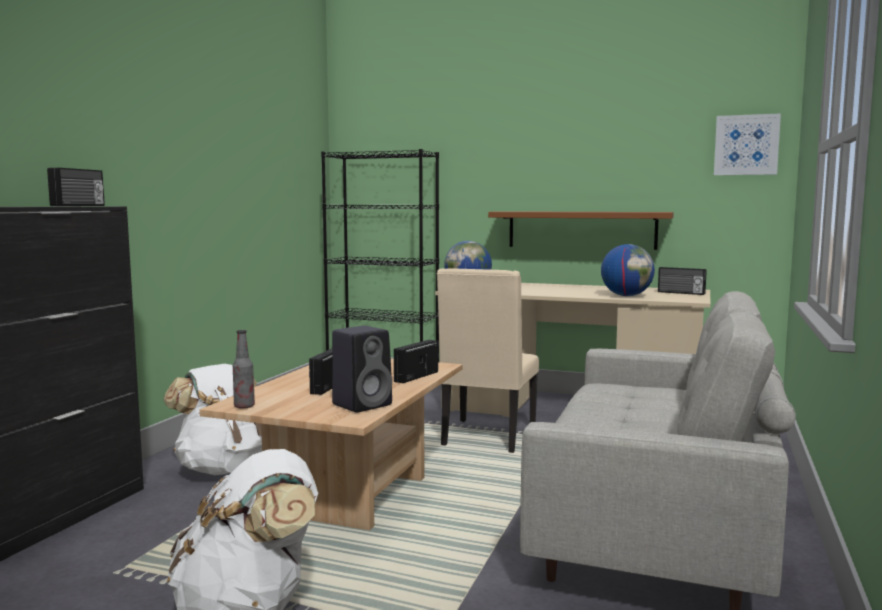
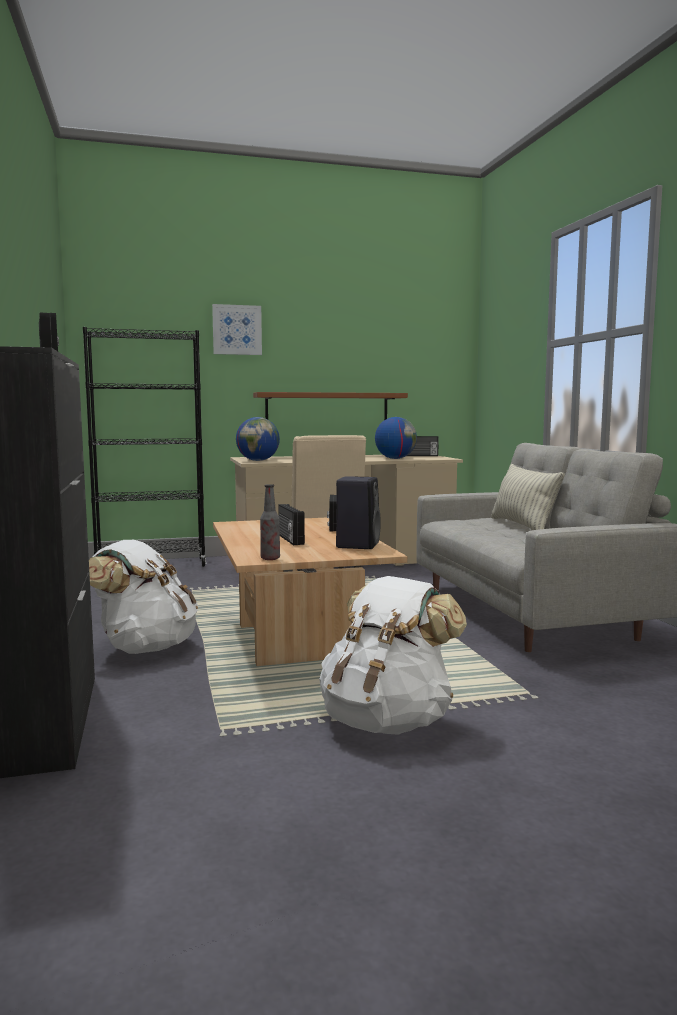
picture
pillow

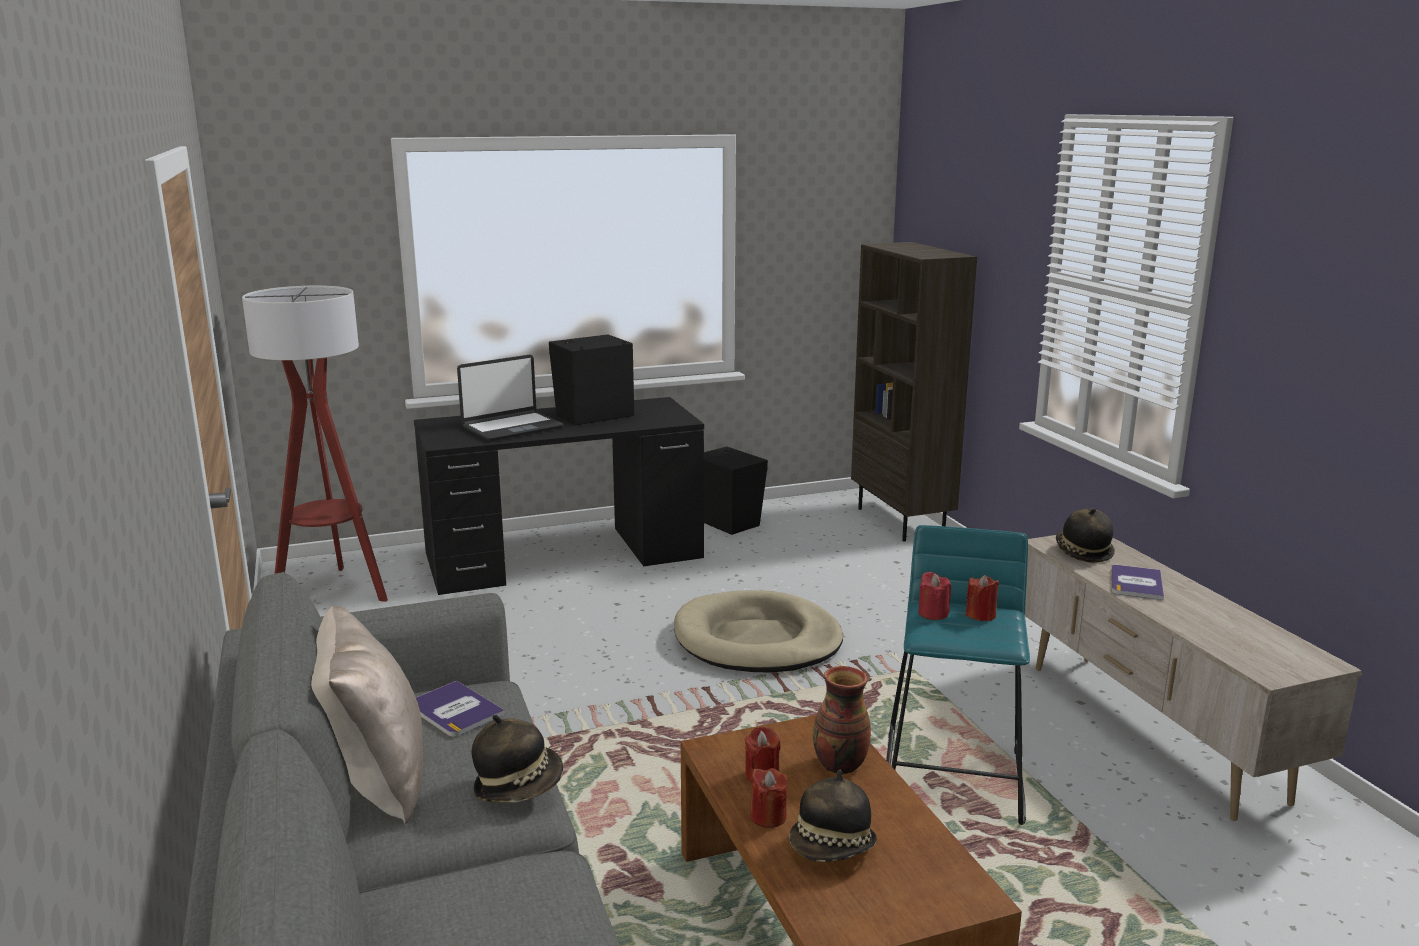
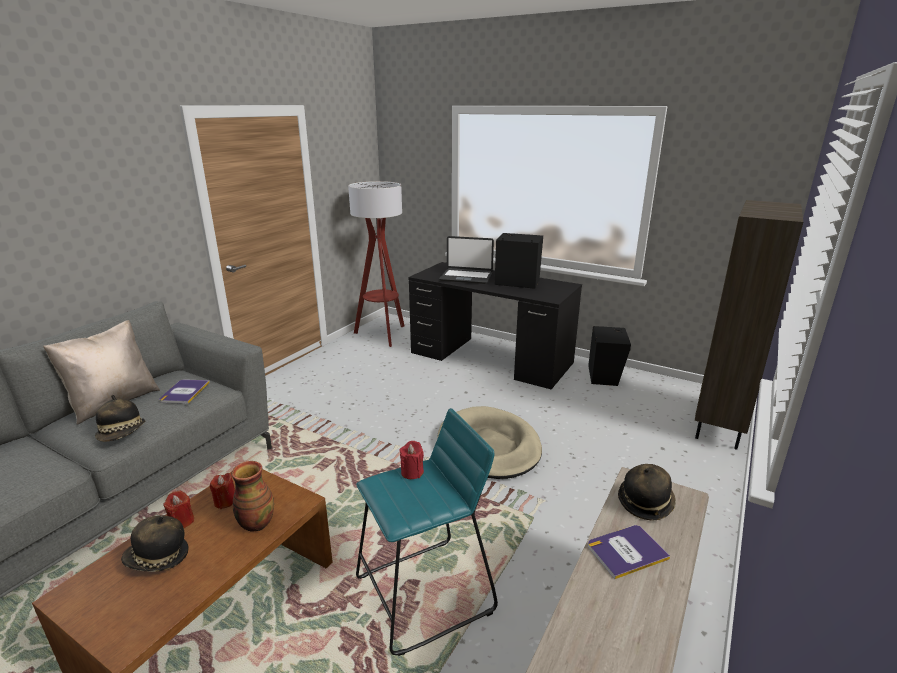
candle/red (4th from left in the first image)

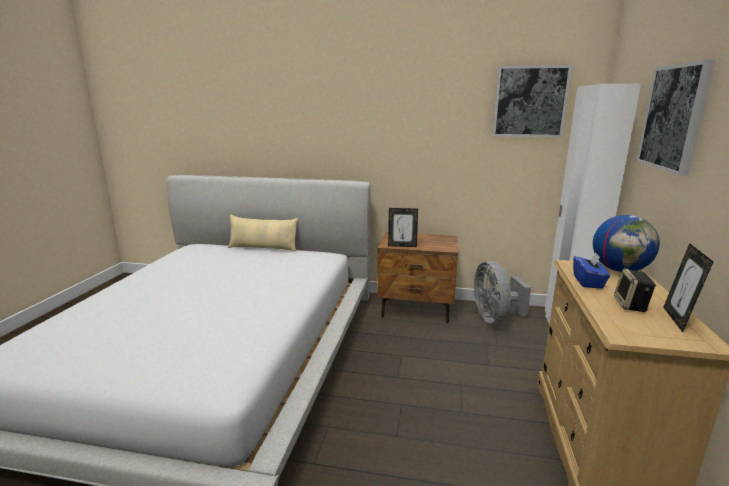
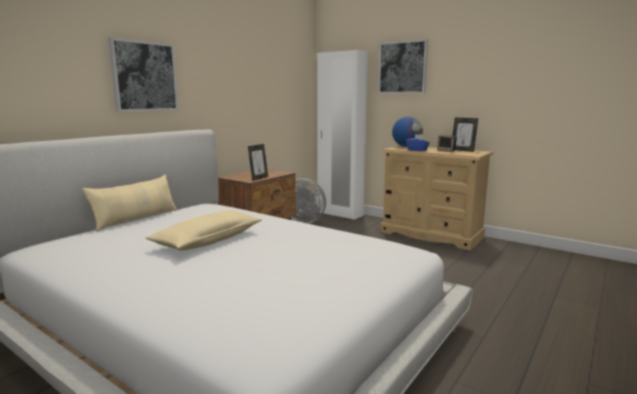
picture (1st from left)
pillow/beige (2nd from left)

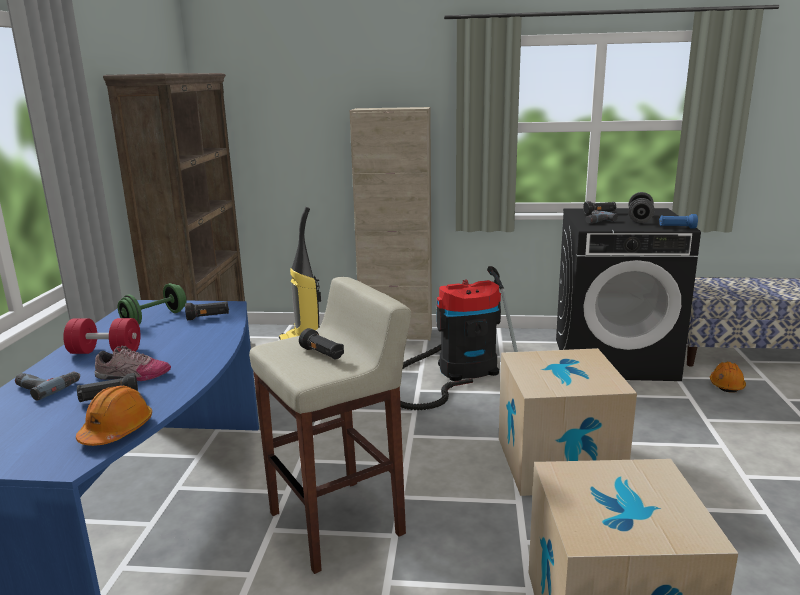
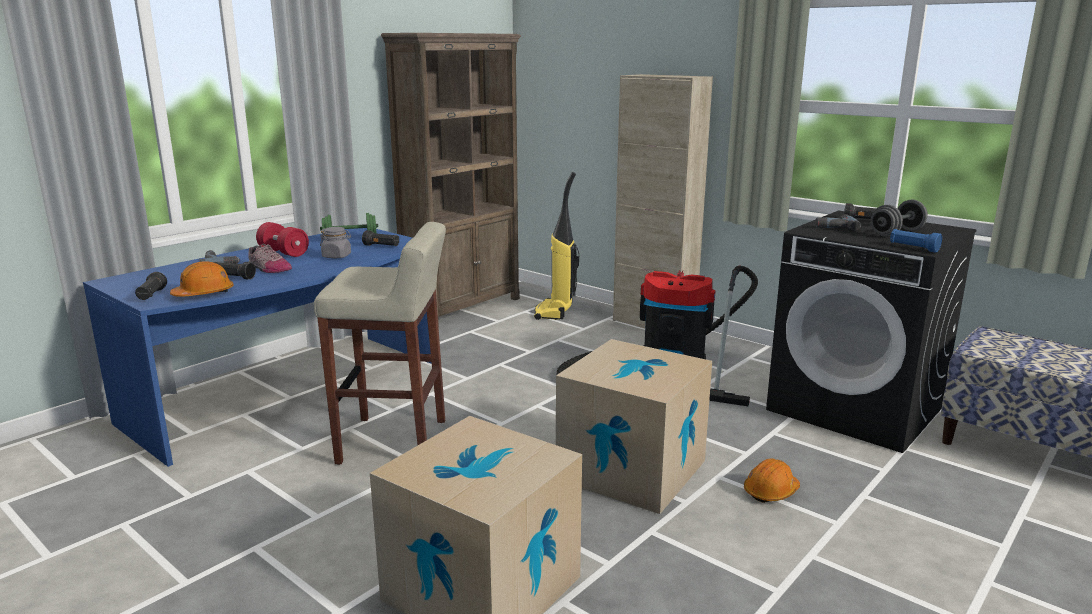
flashlight/black (1st from left)
hard hat/orange (2nd from left)
jar/grey

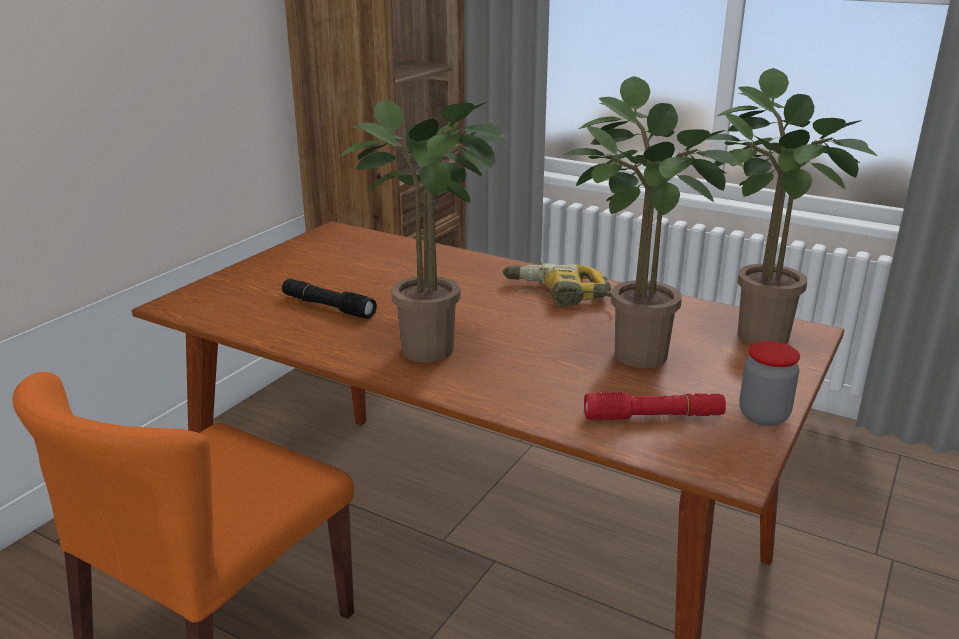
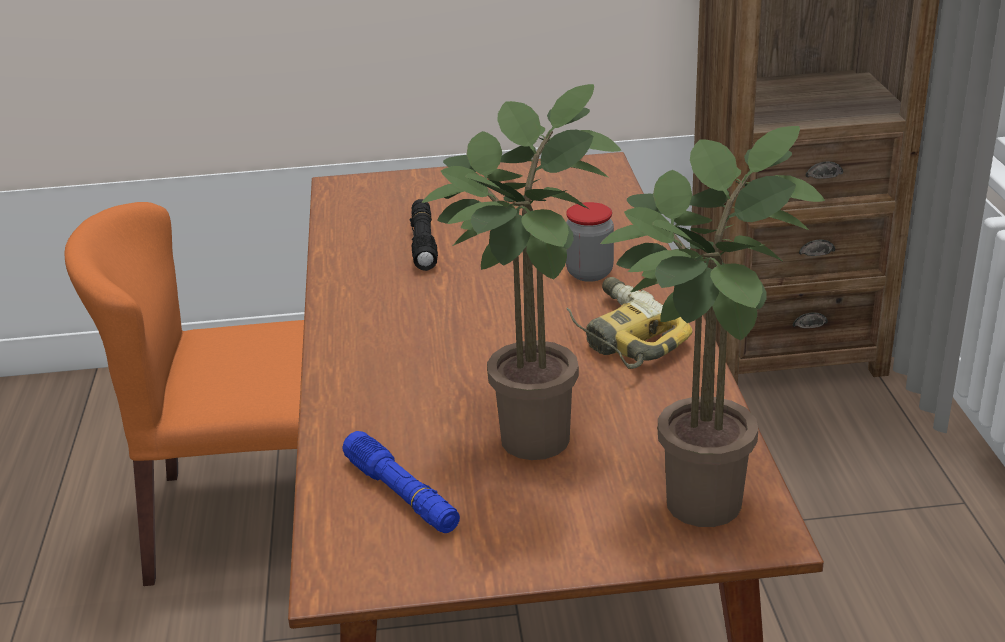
potted plant (1st from left in the first image)
jar
flashlight/blue

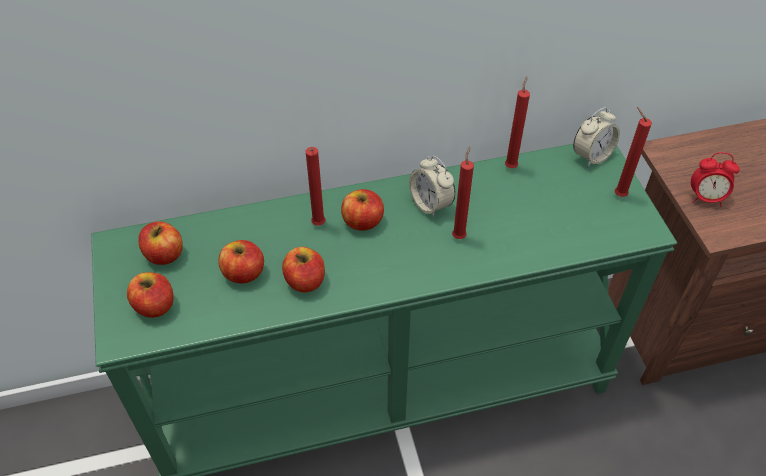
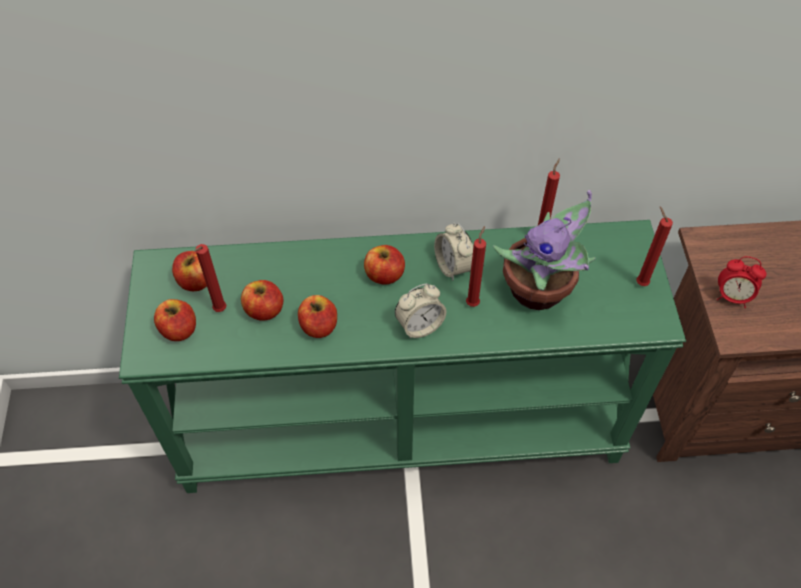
alarm clock (1st from left)
candle/red (1st from left)
potted plant

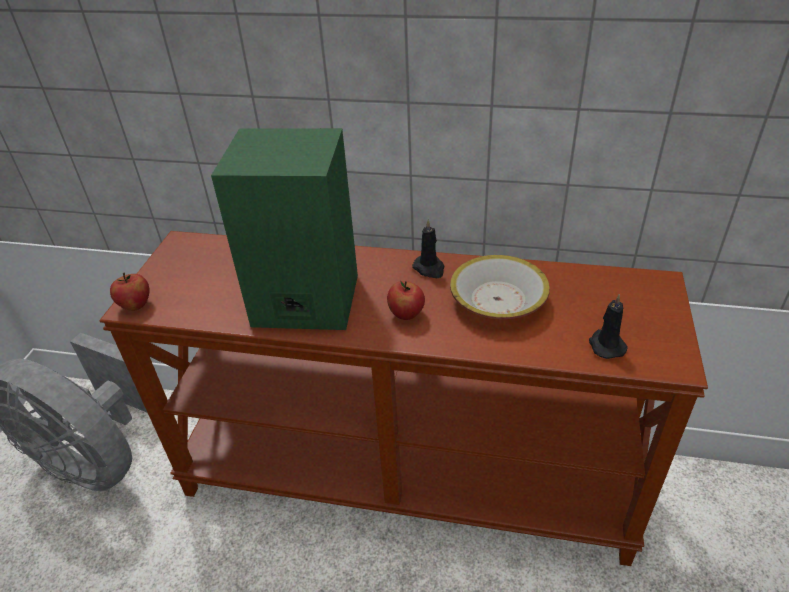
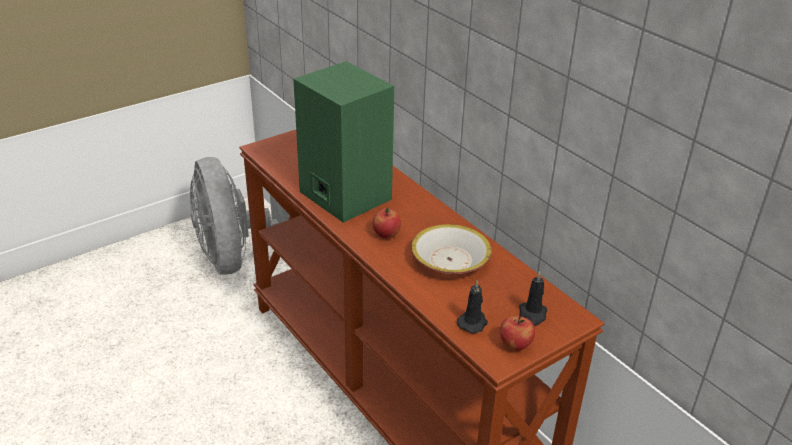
candle/black (2nd from left)
apple (2nd from left)

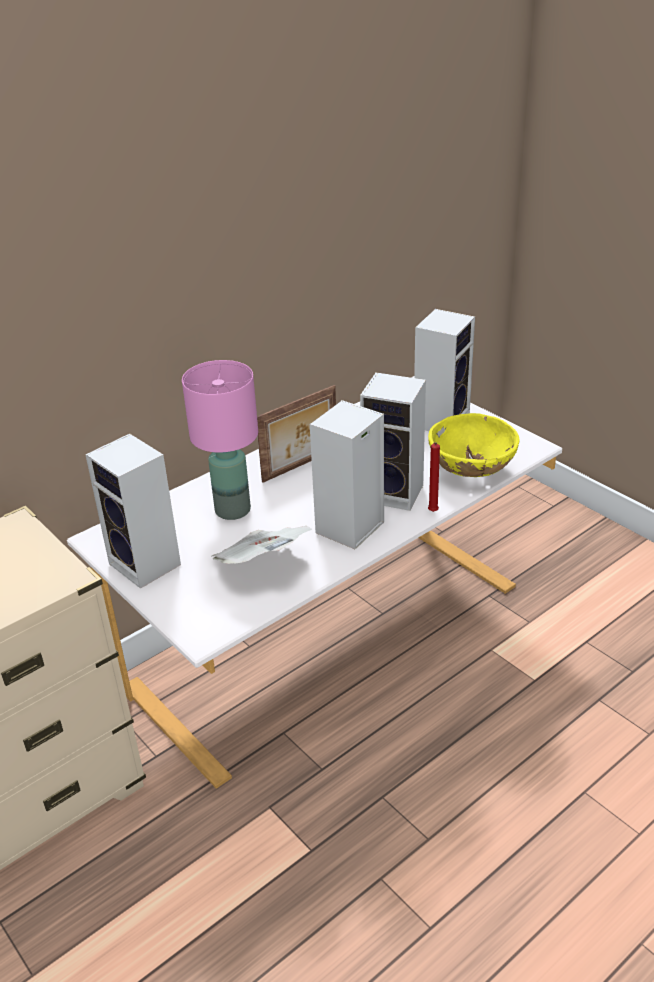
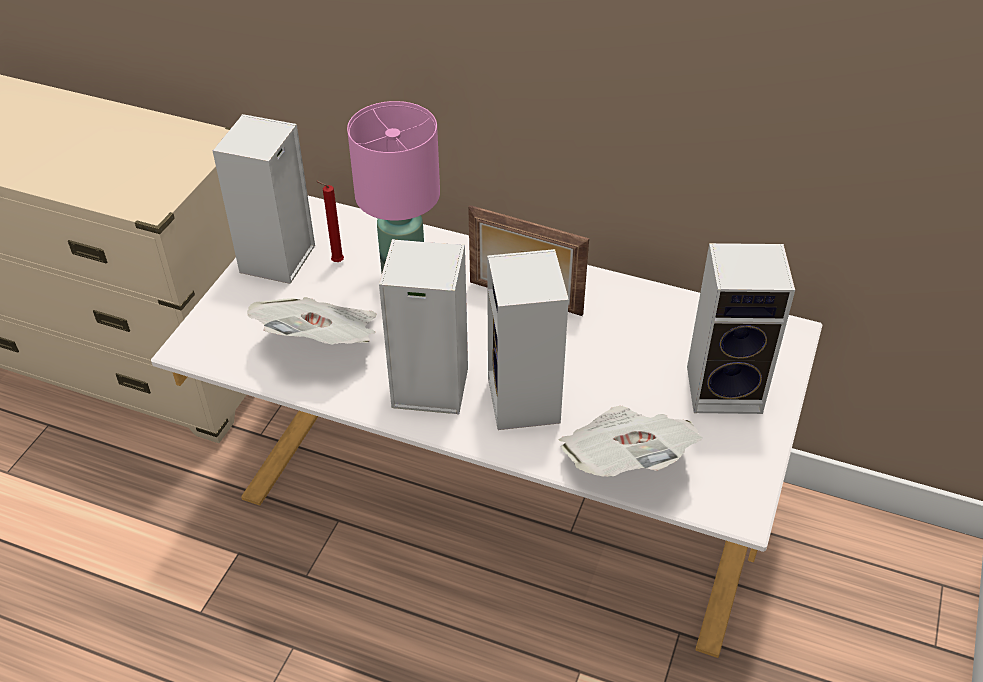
newspaper (2nd from left)
candle/red

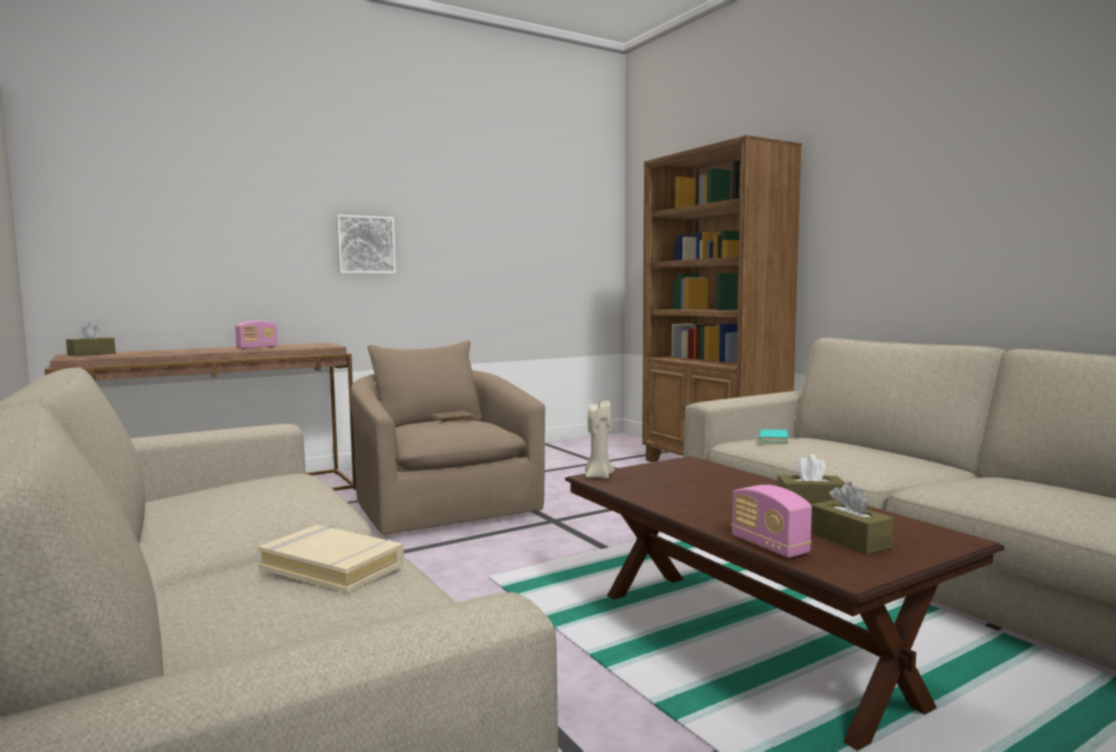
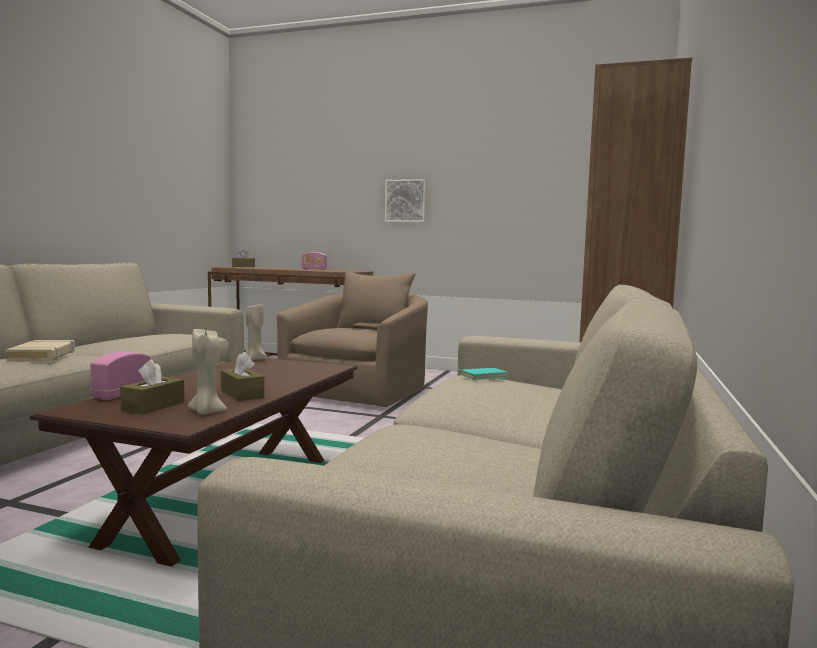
candle/beige (1st from left)

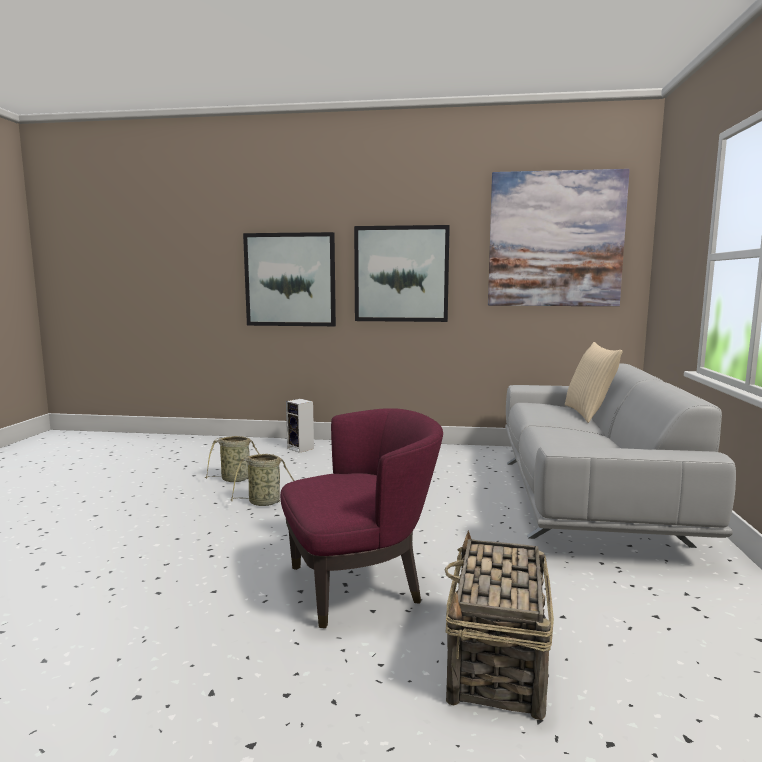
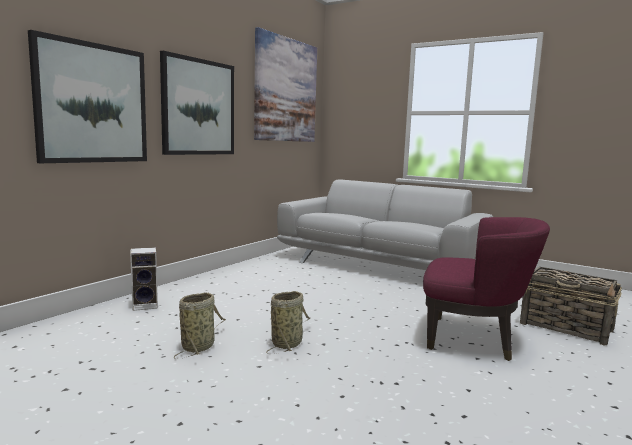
pillow/beige
armchair/purple

